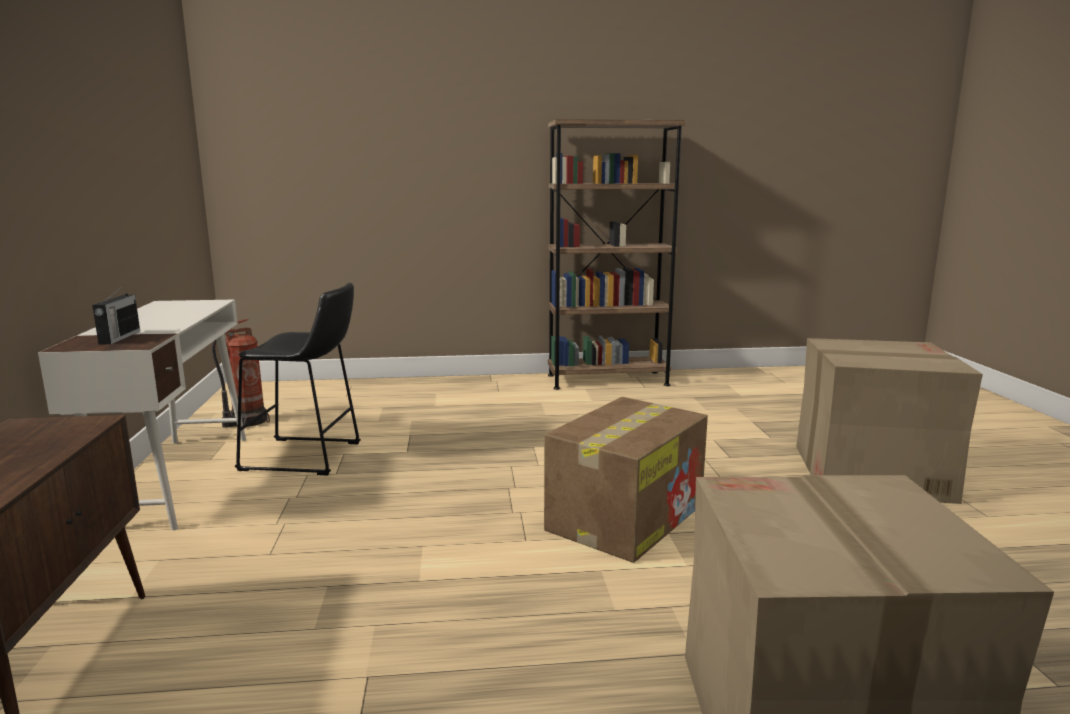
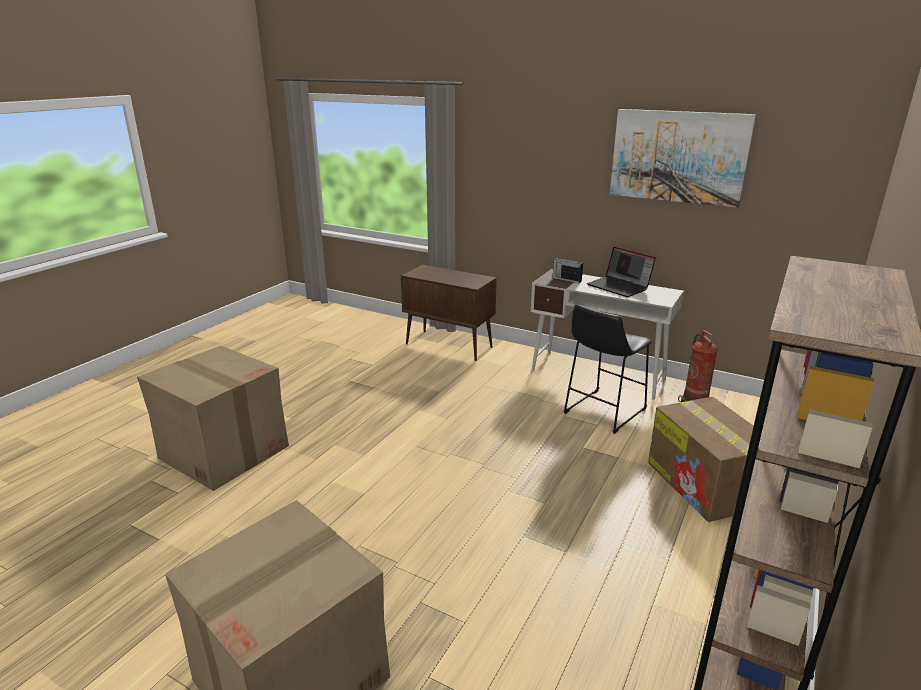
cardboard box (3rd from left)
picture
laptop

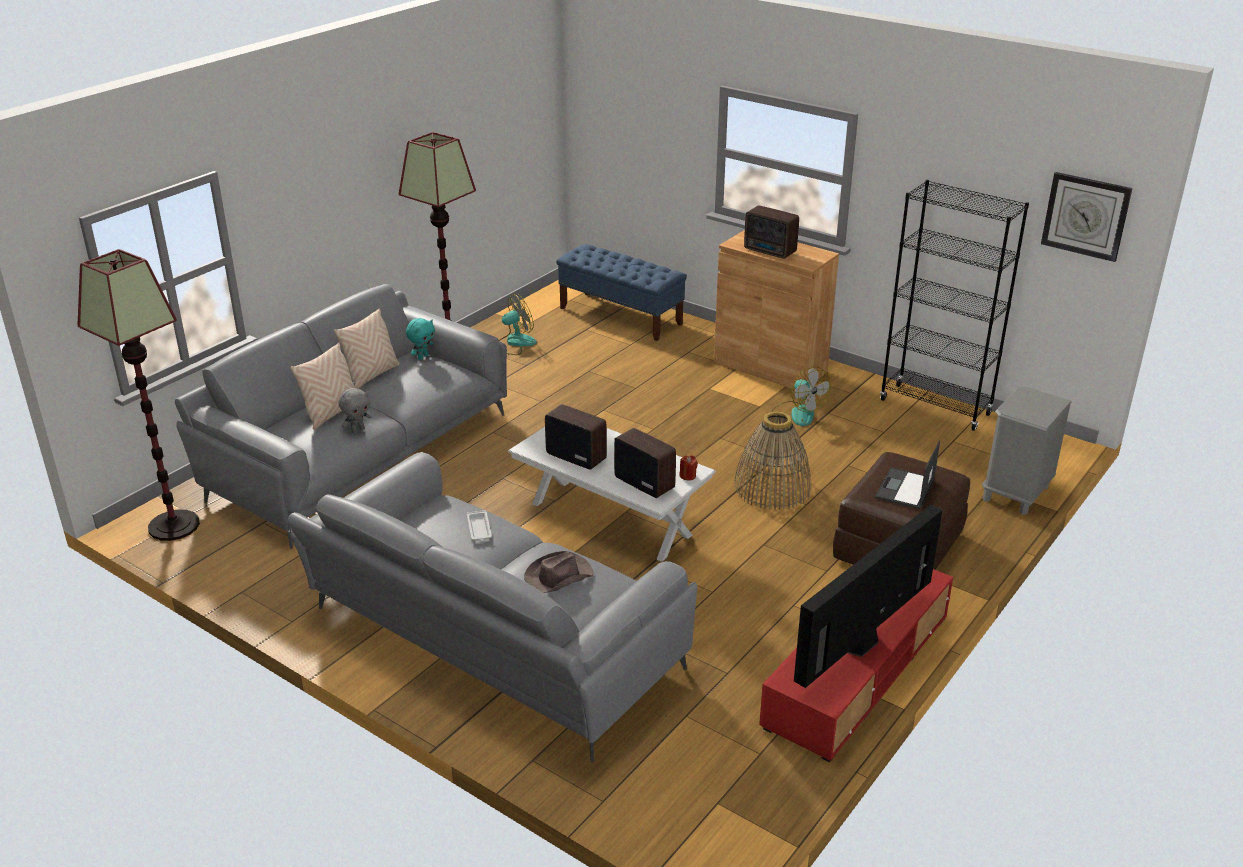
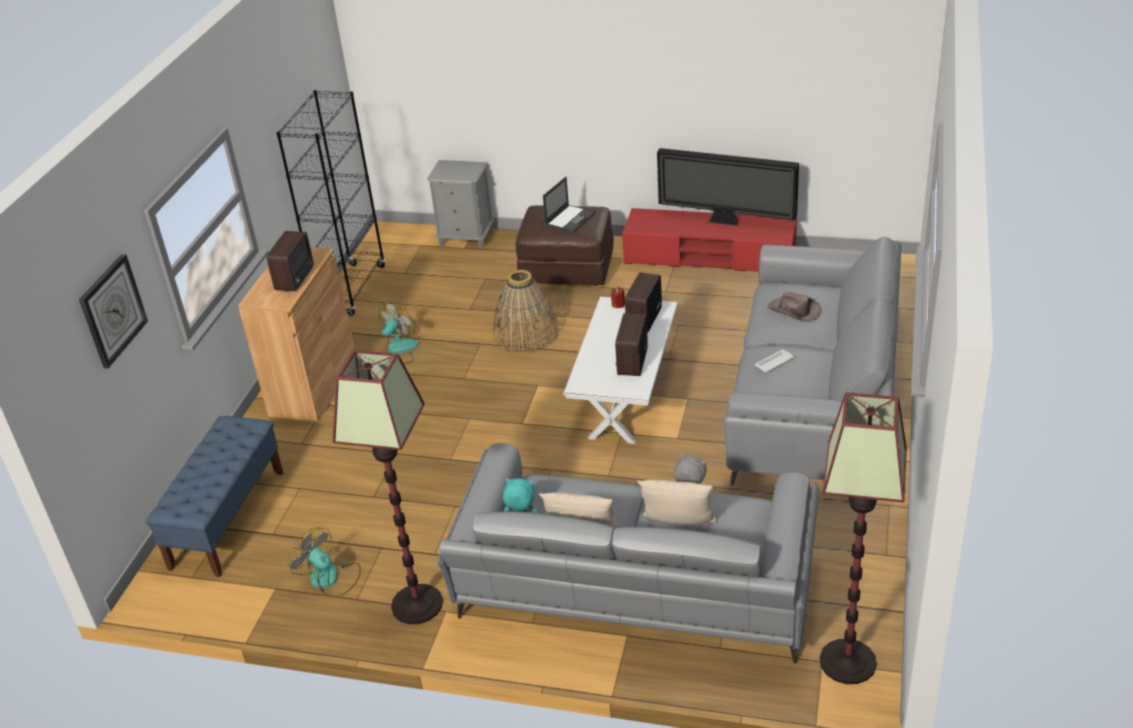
wall clock
laptop

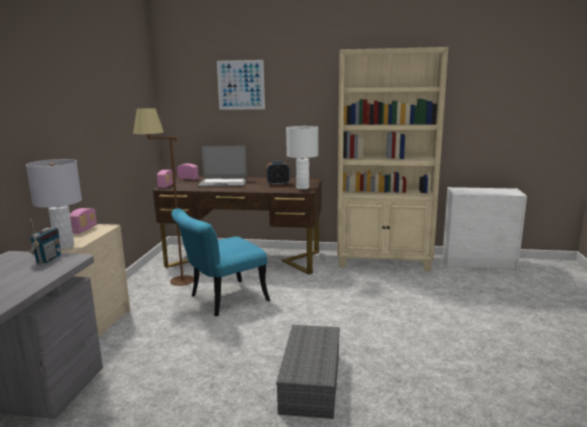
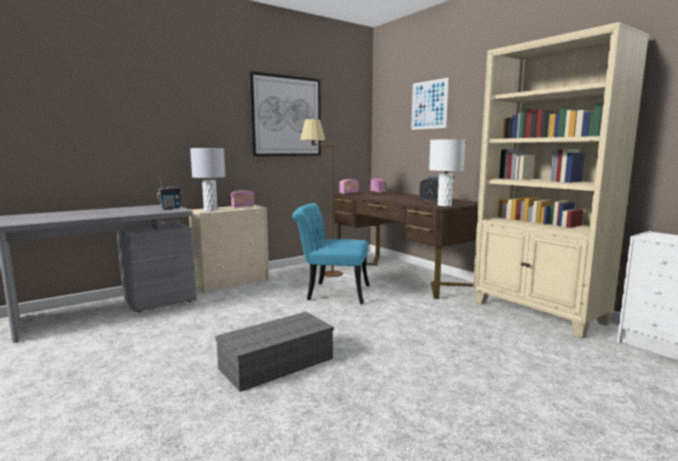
laptop
picture (1st from left)

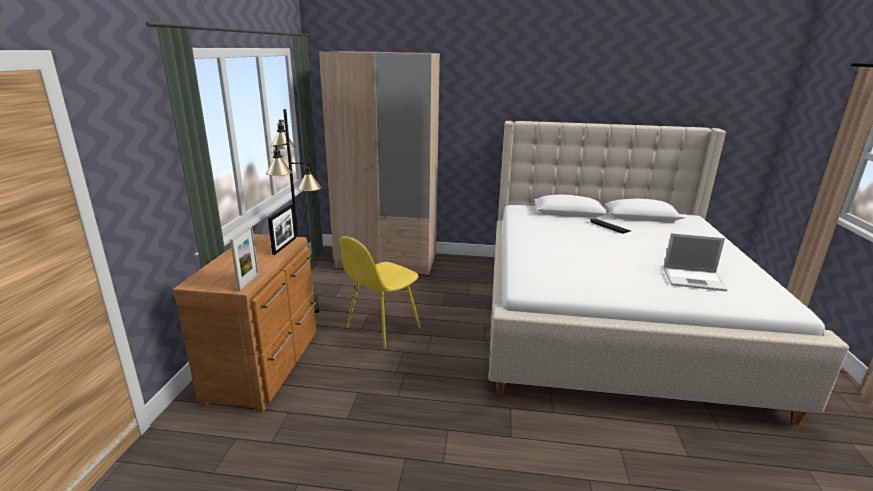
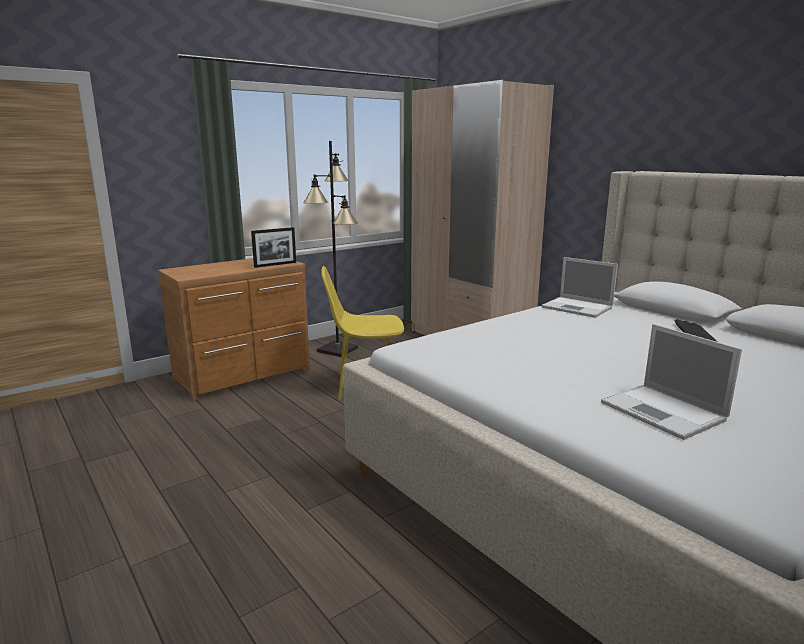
picture frame (1st from left in the first image)
laptop (1st from left)

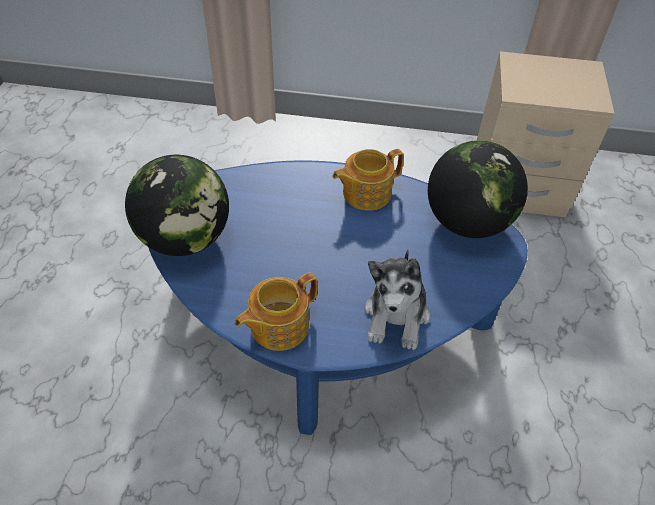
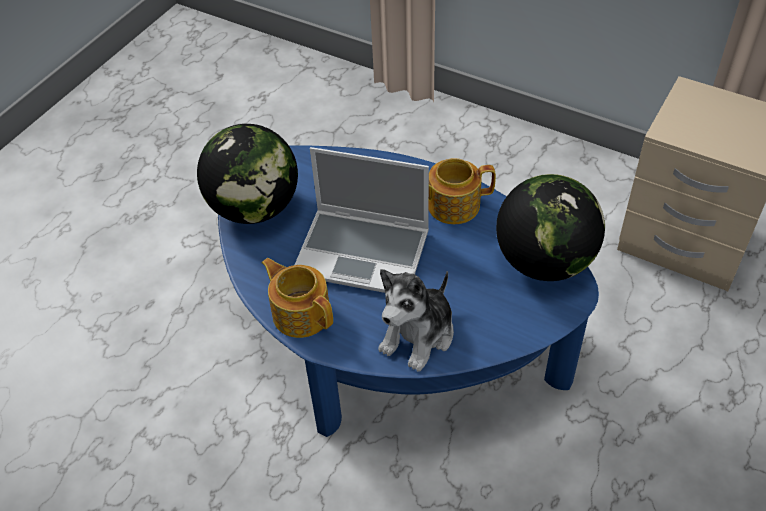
teapot (1st from left)
laptop

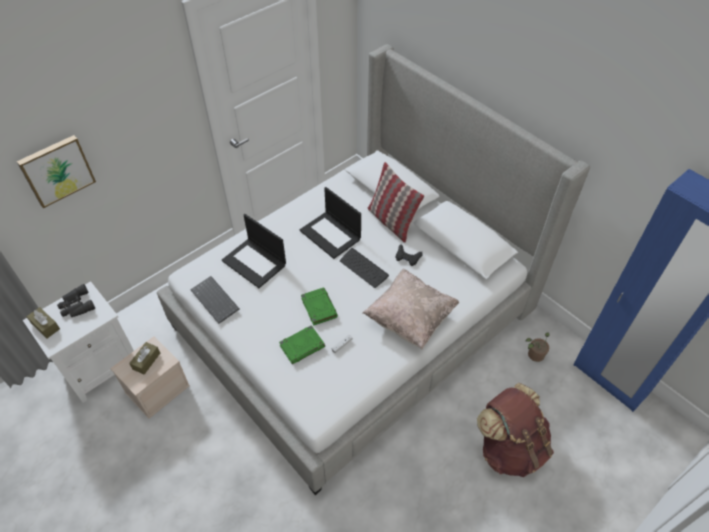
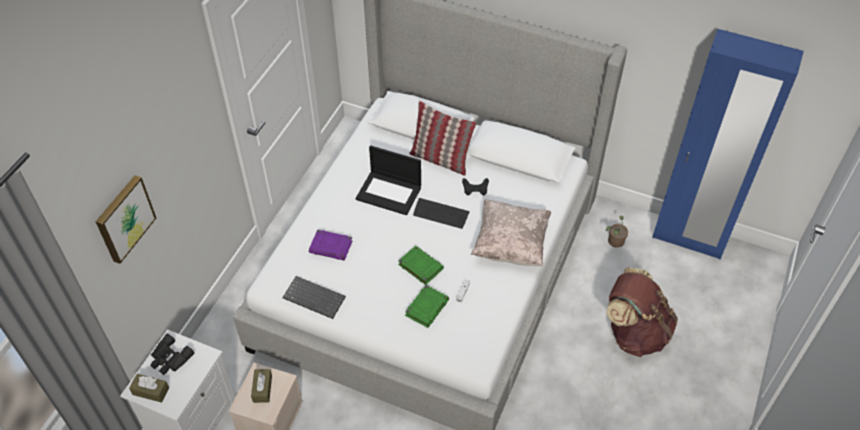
book/purple

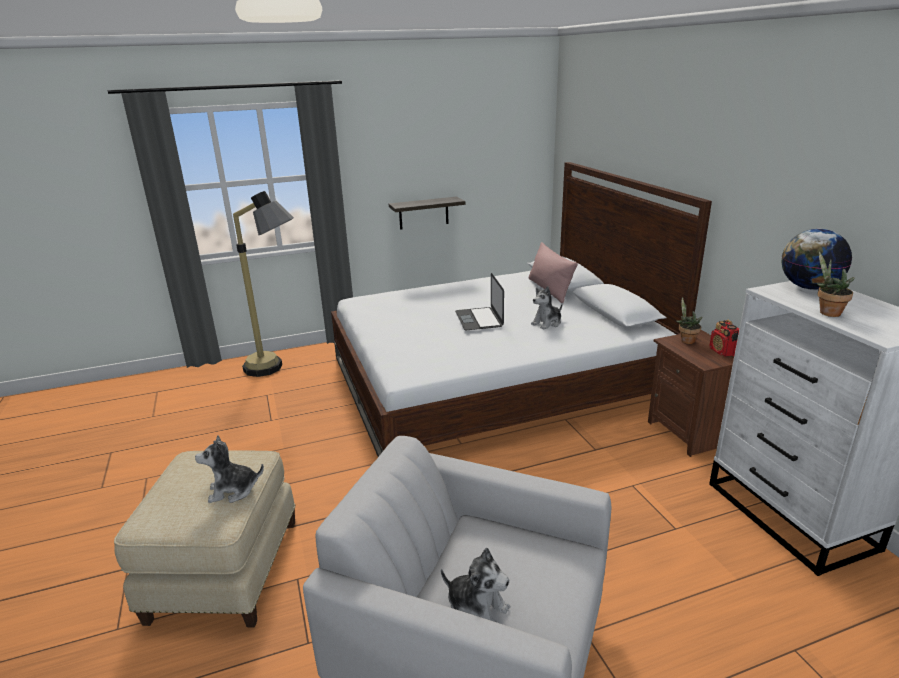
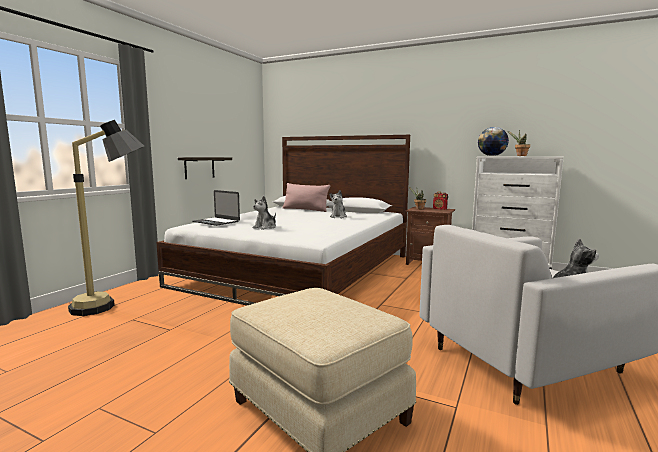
laptop
plush toy (1st from left)

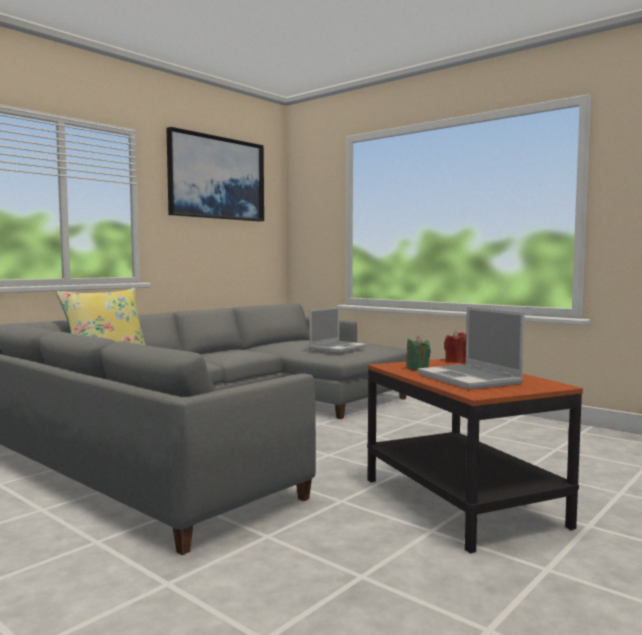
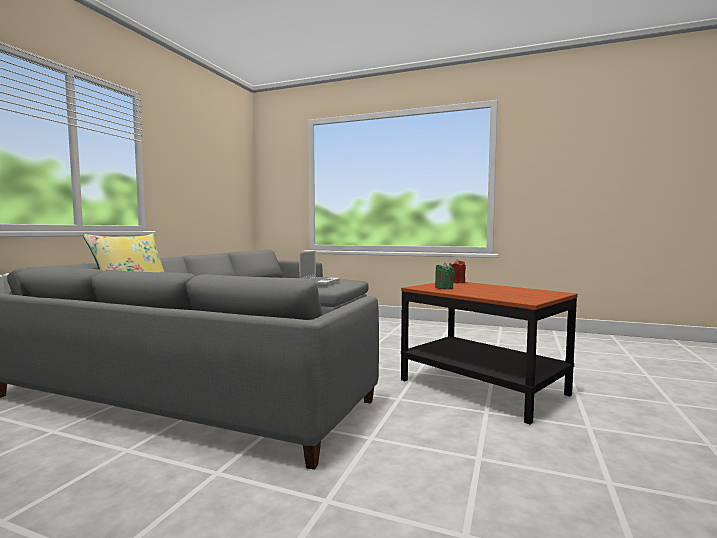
picture
laptop (2nd from left in the first image)

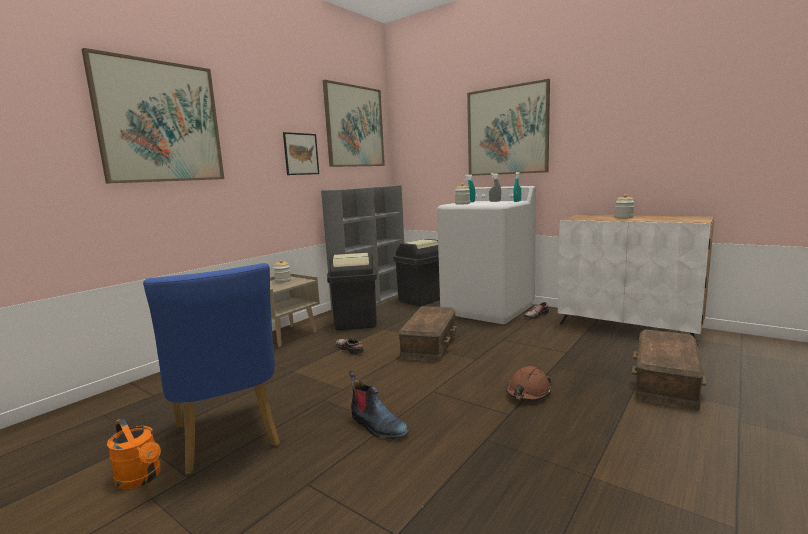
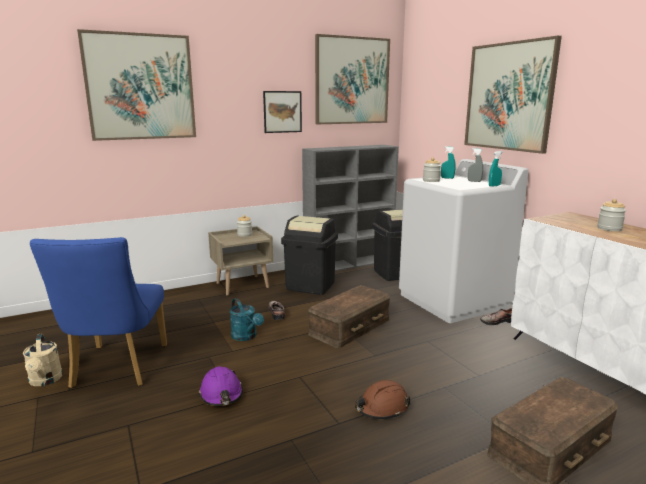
hard hat/purple
watering can/beige
watering can/turquoise

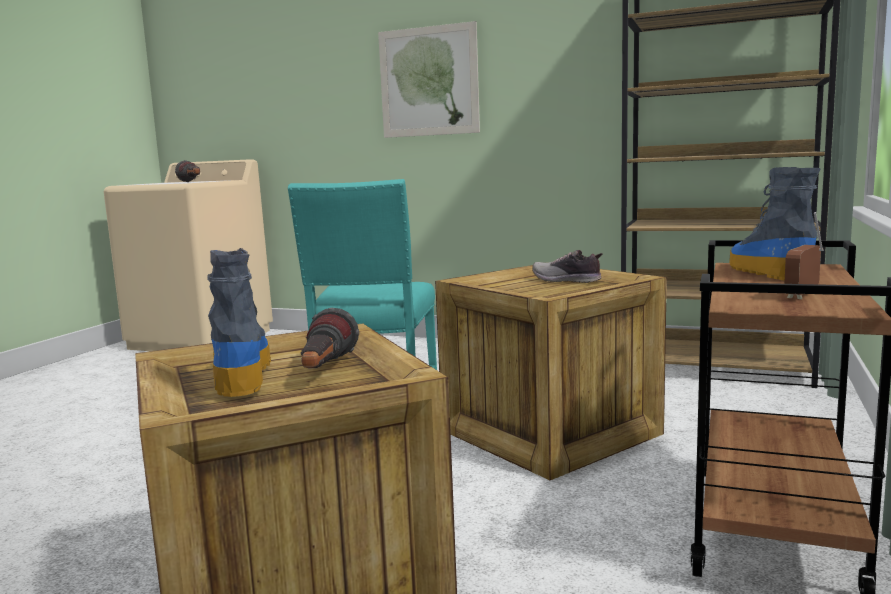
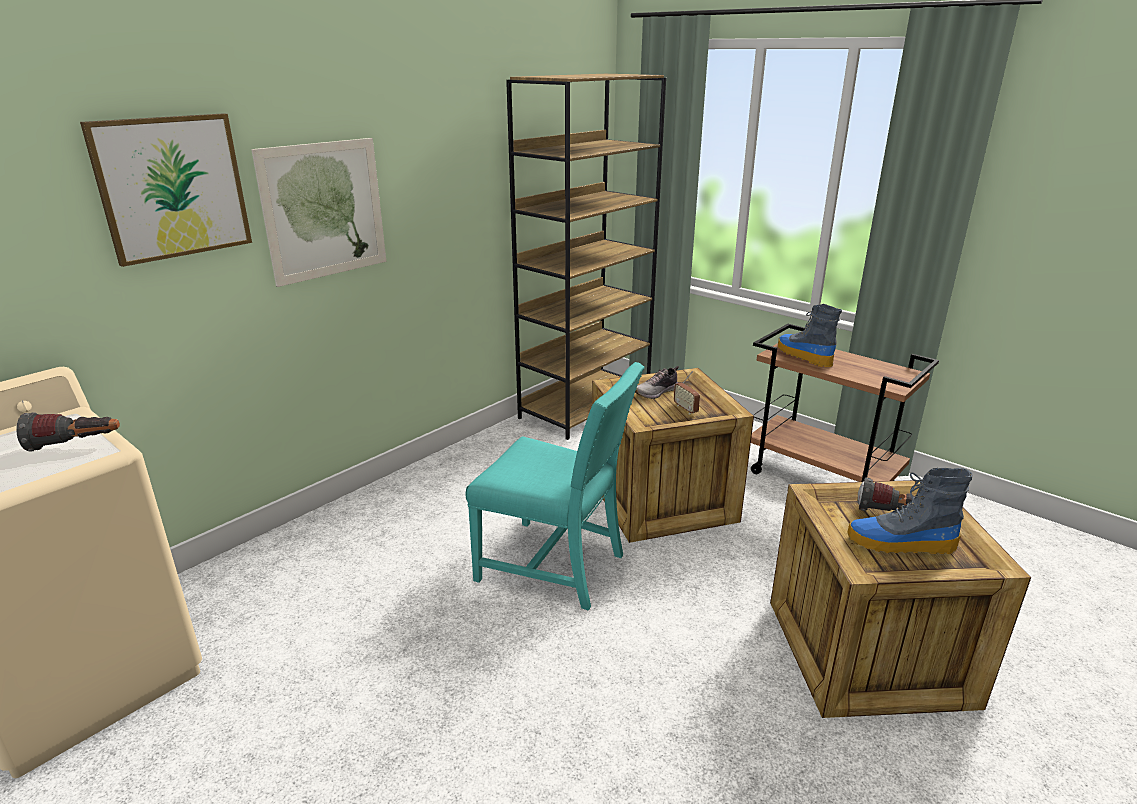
boot (1st from left)
radio
picture (1st from left)

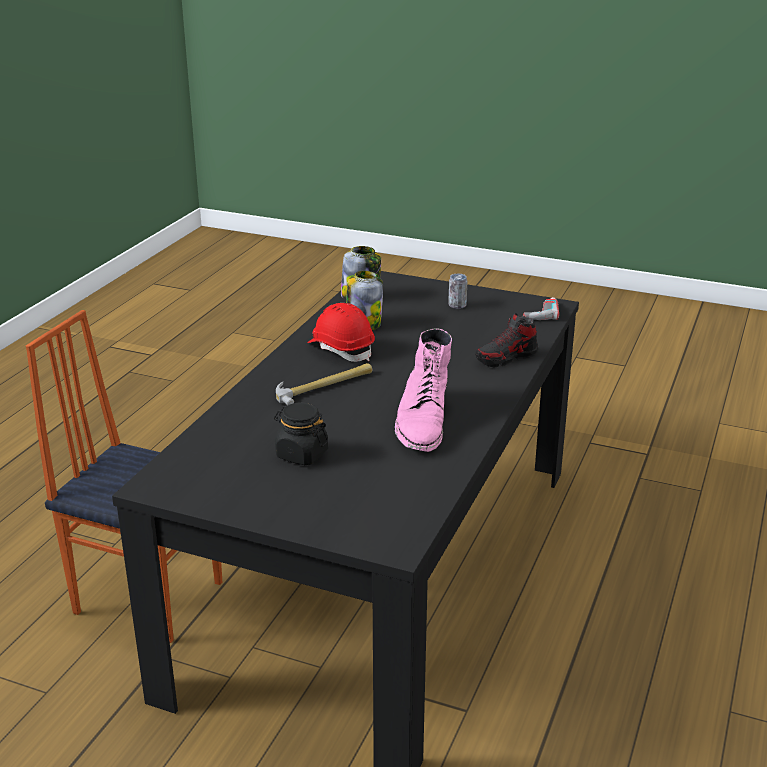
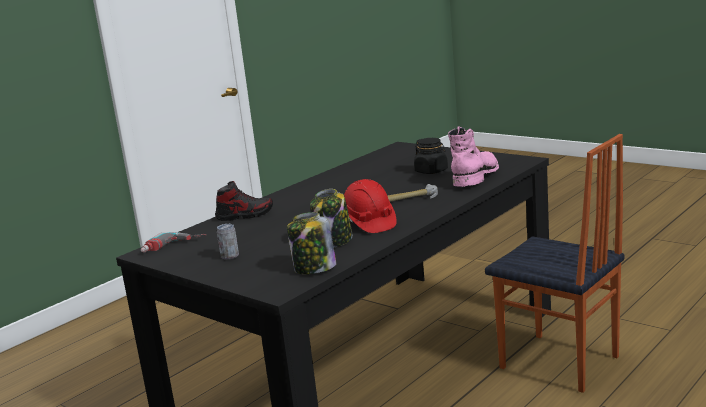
boot/pink

